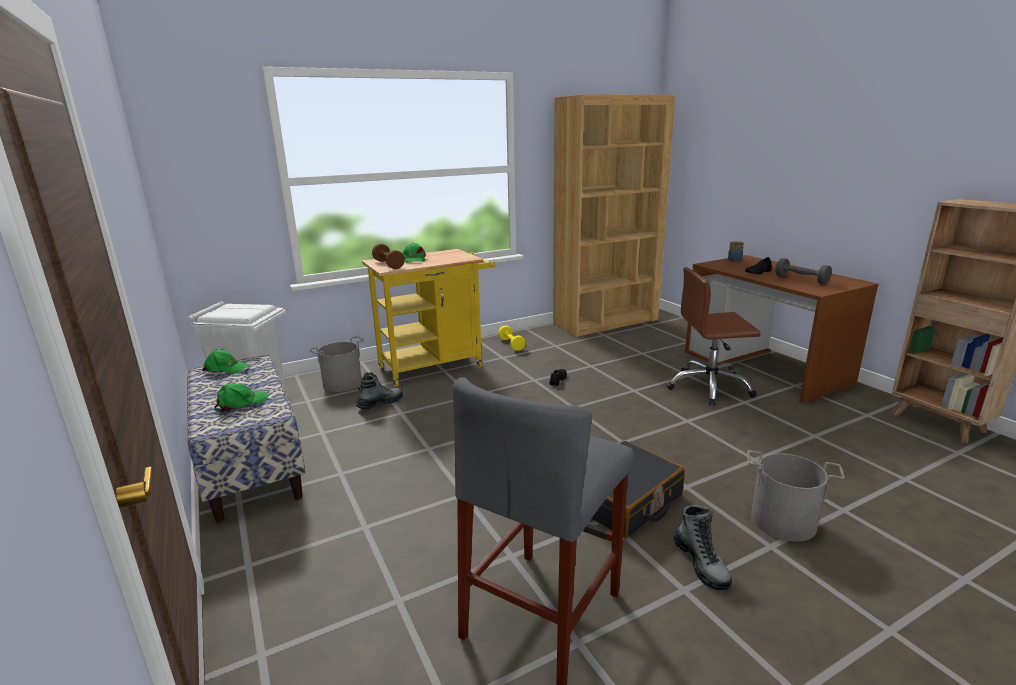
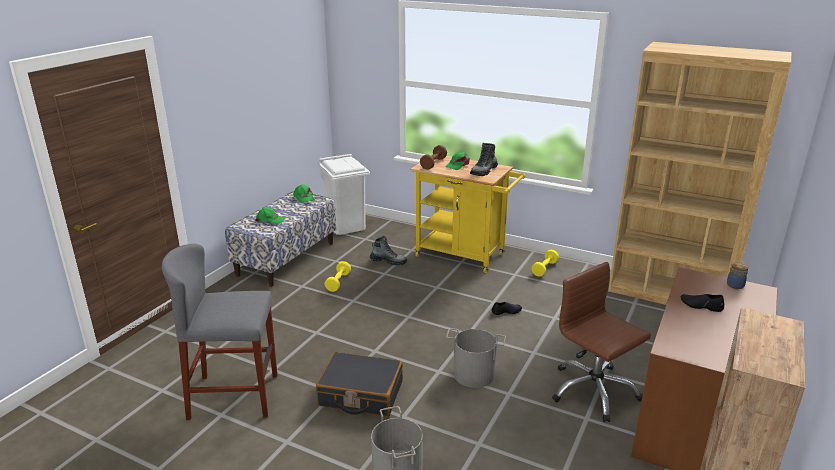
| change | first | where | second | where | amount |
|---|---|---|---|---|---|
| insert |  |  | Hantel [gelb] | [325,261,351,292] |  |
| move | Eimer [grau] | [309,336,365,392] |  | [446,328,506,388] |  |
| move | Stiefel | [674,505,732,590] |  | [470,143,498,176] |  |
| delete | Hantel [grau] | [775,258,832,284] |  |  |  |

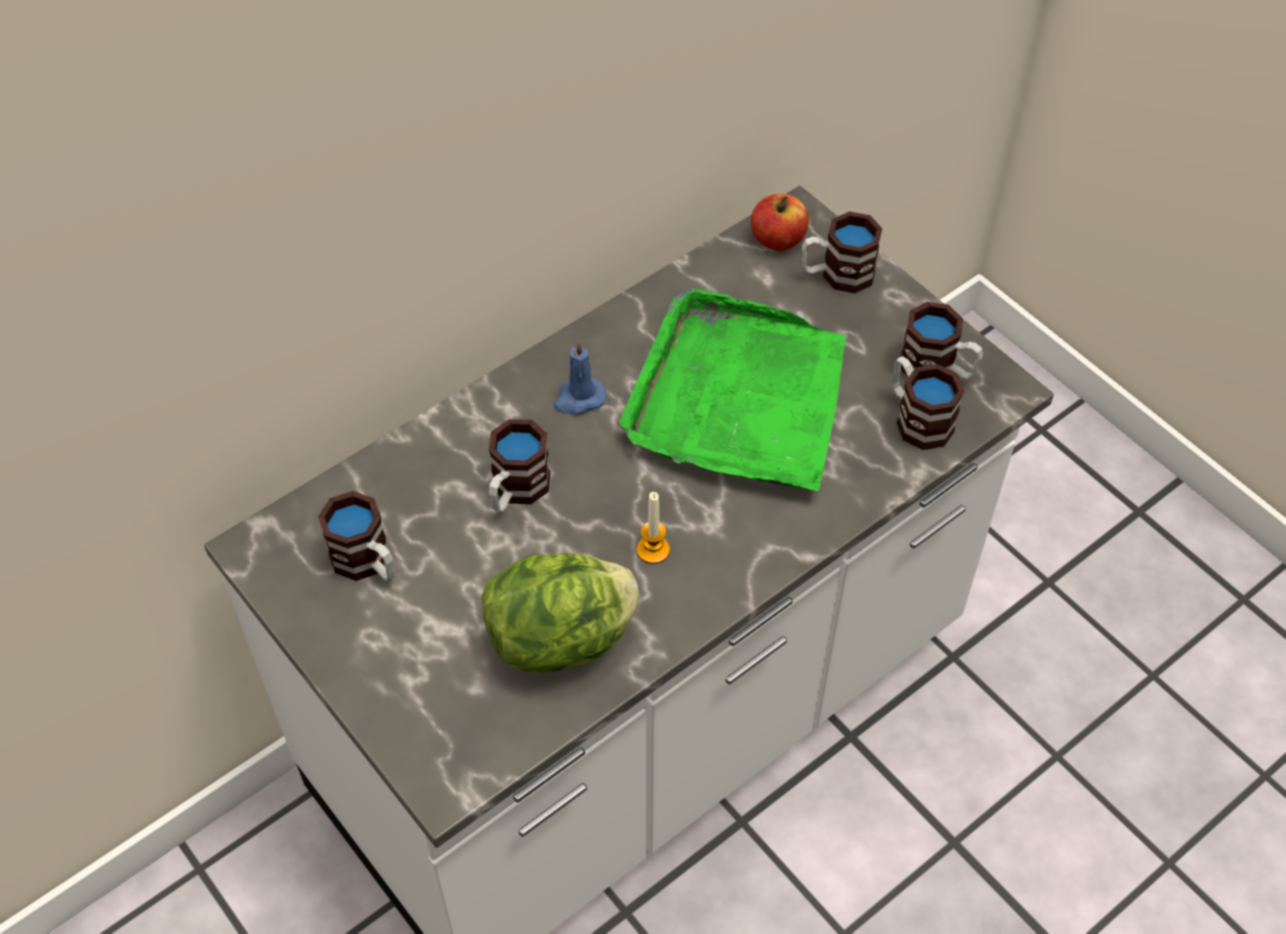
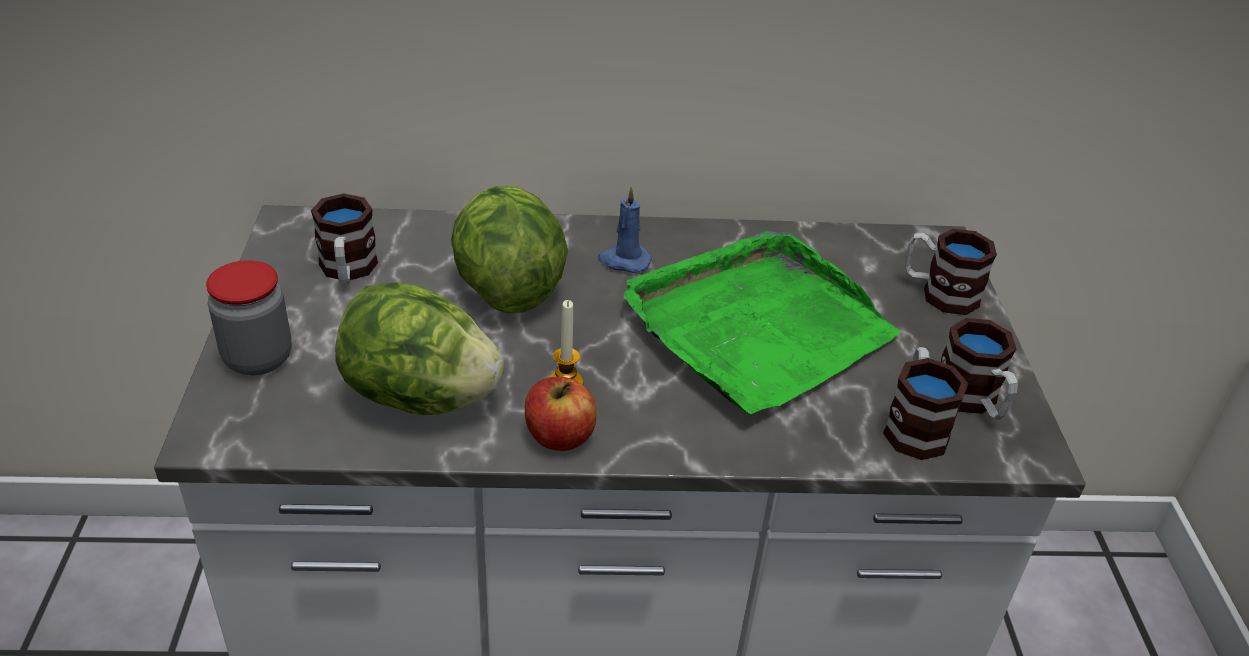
| change | first | where | second | where | amount |
|---|---|---|---|---|---|
| insert |  |  | Vorratsglas | [206,260,291,375] |  |
| replace | Henkelbecher | [489,419,550,513] | Salatkopf | [451,186,568,313] |  |
| move | Apfel | [751,194,809,251] |  | [525,376,597,451] |  |

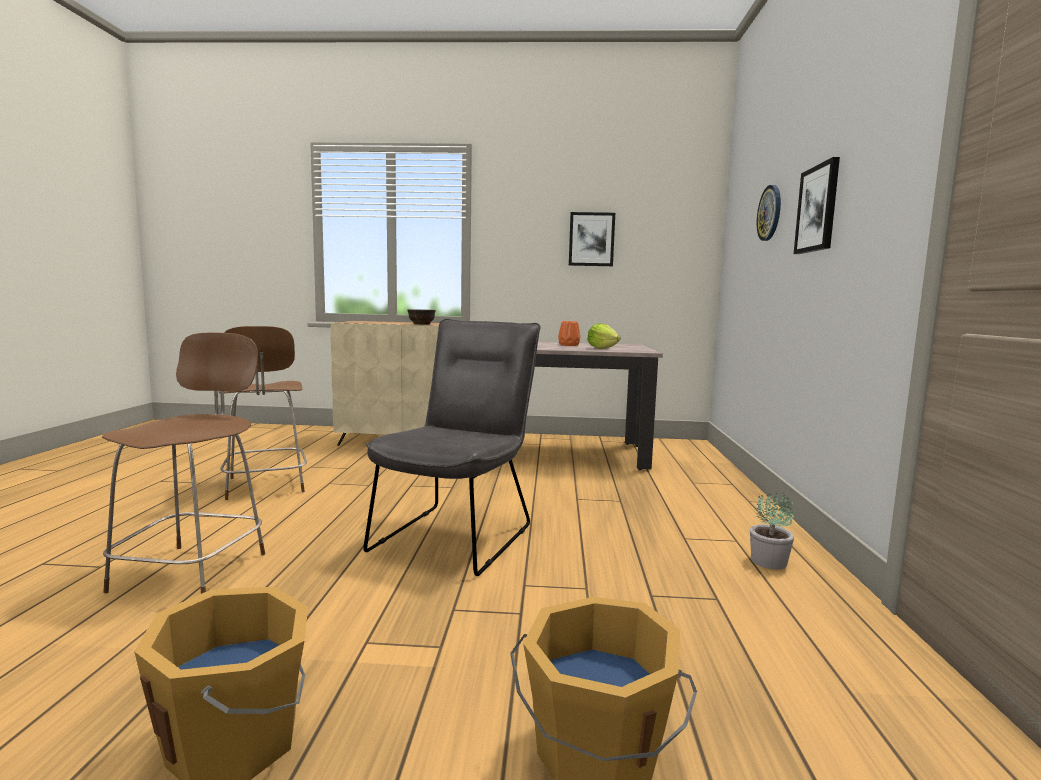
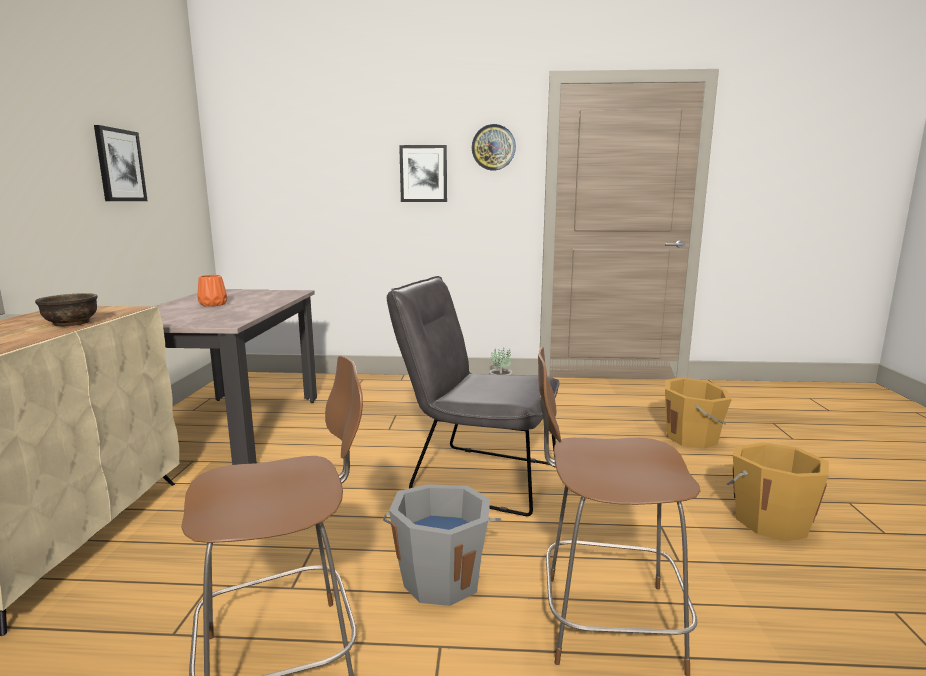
| change | first | where | second | where | amount |
|---|---|---|---|---|---|
| insert |  |  | Eimer [grau] | [383,484,502,606] |  |
| move | Wanduhr | [757,185,781,241] |  | [472,124,516,170] |  |
| delete | Salatkopf | [587,323,621,349] |  |  |  |

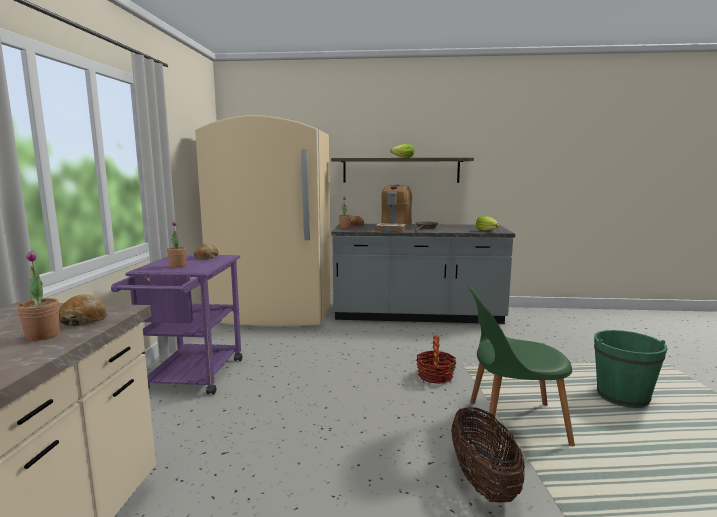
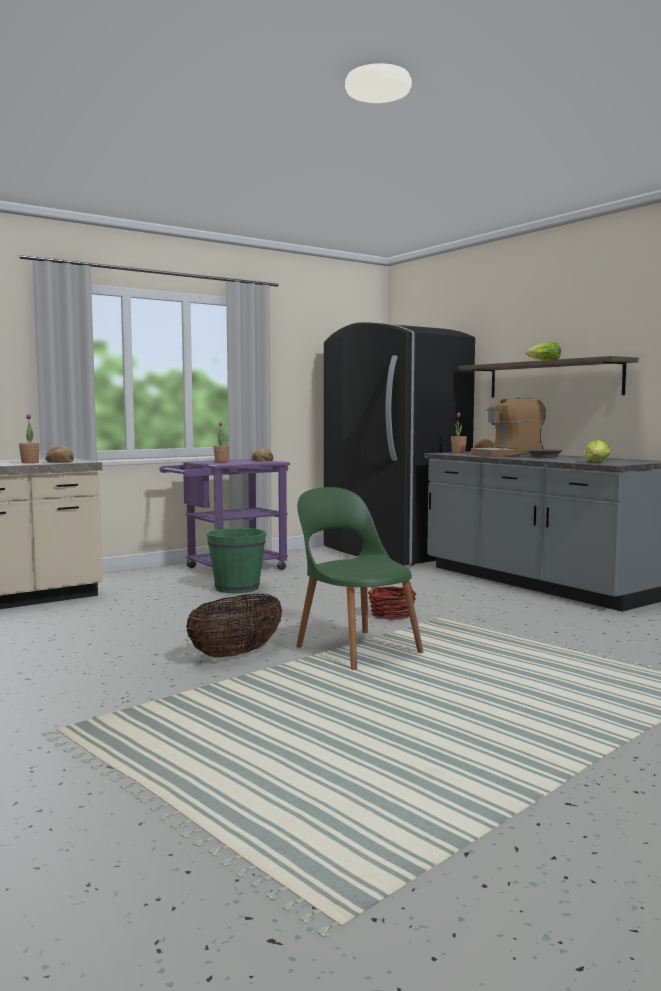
| change | first | where | second | where | amount |
|---|---|---|---|---|---|
| move | Eimer [grün] | [594,330,668,408] |  | [207,527,266,593] |  |
| recolor | Kühlschrank [beige] | [195,115,331,326] | Kühlschrank [schwarz] | [324,322,475,566] |  |

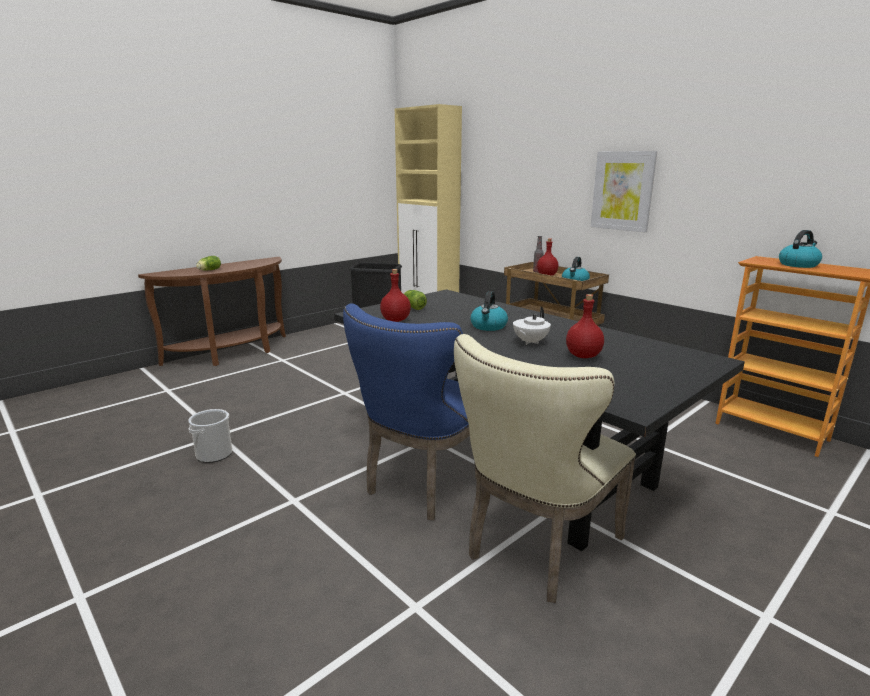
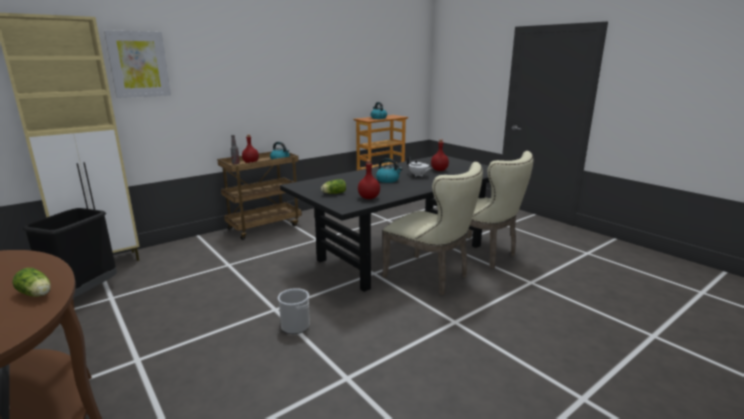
| change | first | where | second | where | amount |
|---|---|---|---|---|---|
| move | Bild | [591,151,657,232] |  | [104,30,171,98] |  |
| move | Eimer | [188,409,232,463] |  | [278,288,310,334] |  |
| recolor | Stuhl [blau] | [343,303,470,520] | Stuhl [beige] | [382,162,483,295] |  |

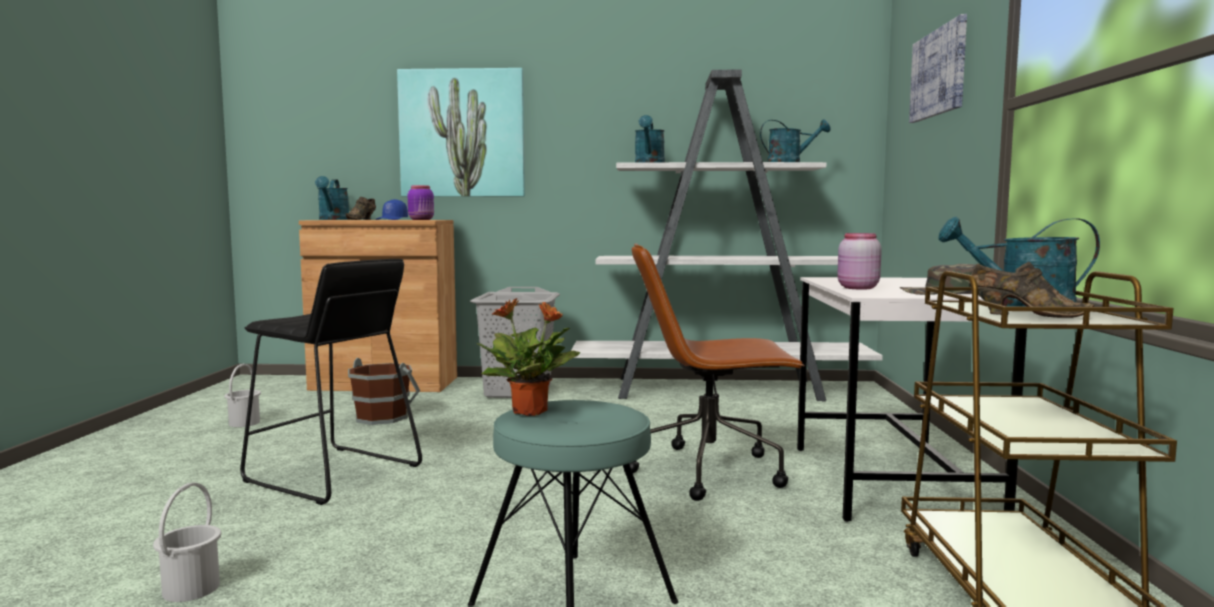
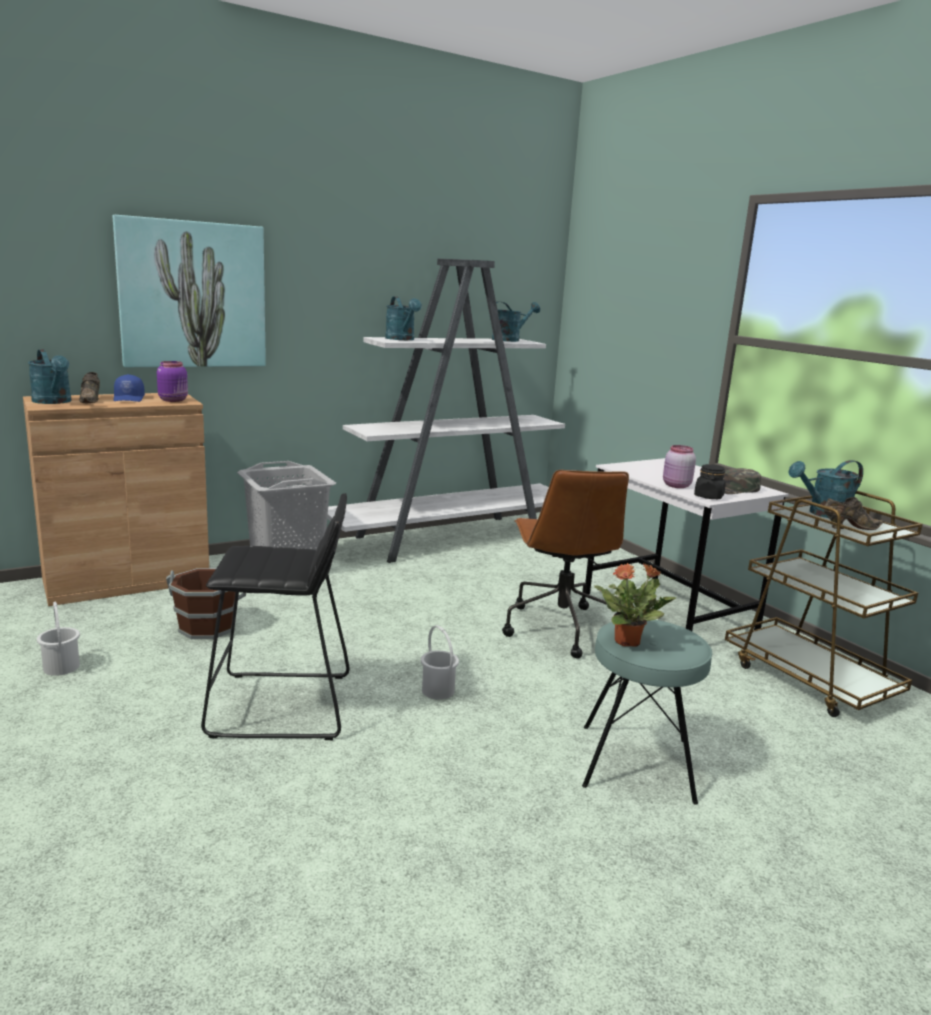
| change | first | where | second | where | amount |
|---|---|---|---|---|---|
| move | Eimer [weiß] | [153,482,221,602] |  | [421,625,459,700] |  |
| rotate | Bürostuhl [braun] | [629,243,805,501] |  | [502,470,629,659] | 60 degrees counterclockwise |
| insert |  |  | Vorratsglas [schwarz] | [694,464,726,499] |  |
| delete | Bild | [909,14,967,123] |  |  |  |

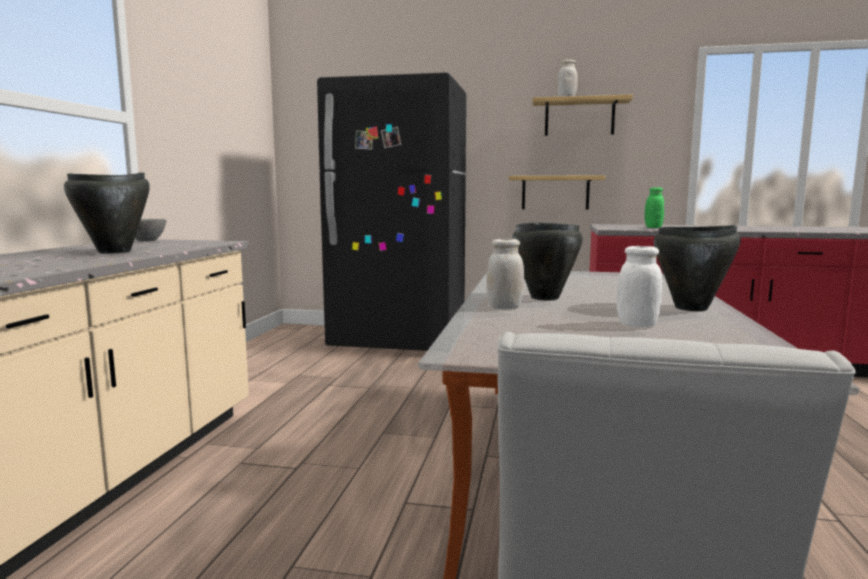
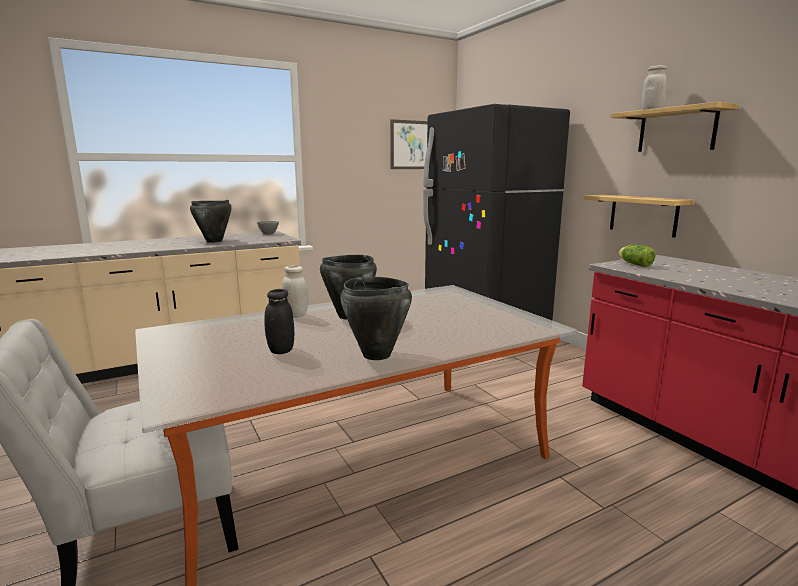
| change | first | where | second | where | amount |
|---|---|---|---|---|---|
| recolor | Vorratsglas [weiß] | [617,246,663,327] | Vorratsglas [schwarz] | [264,289,294,354] |  |
| insert |  |  | Bild | [390,119,428,169] |  |
| insert |  |  | Salatkopf | [619,245,656,267] |  |
| delete | Vorratsglas [grün] | [645,187,664,228] |  |  |  |

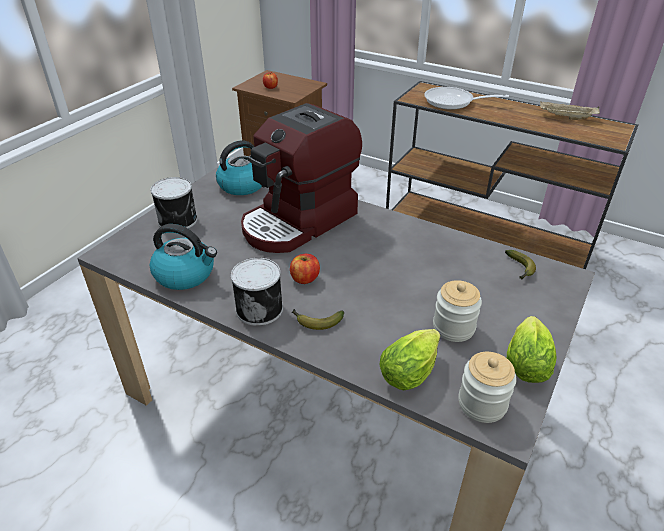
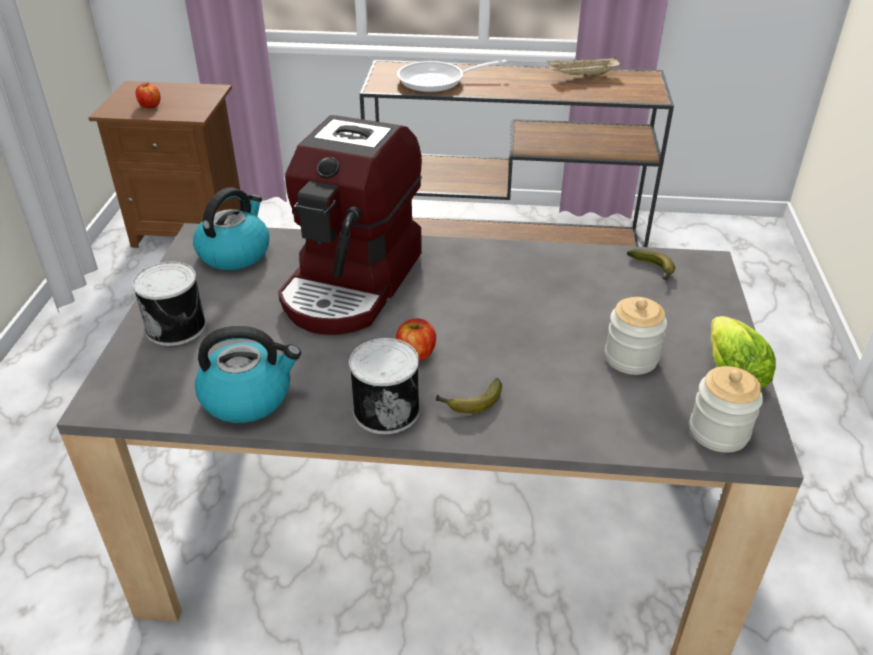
| change | first | where | second | where | amount |
|---|---|---|---|---|---|
| delete | Salatkopf | [379,329,440,390] |  |  |  |

